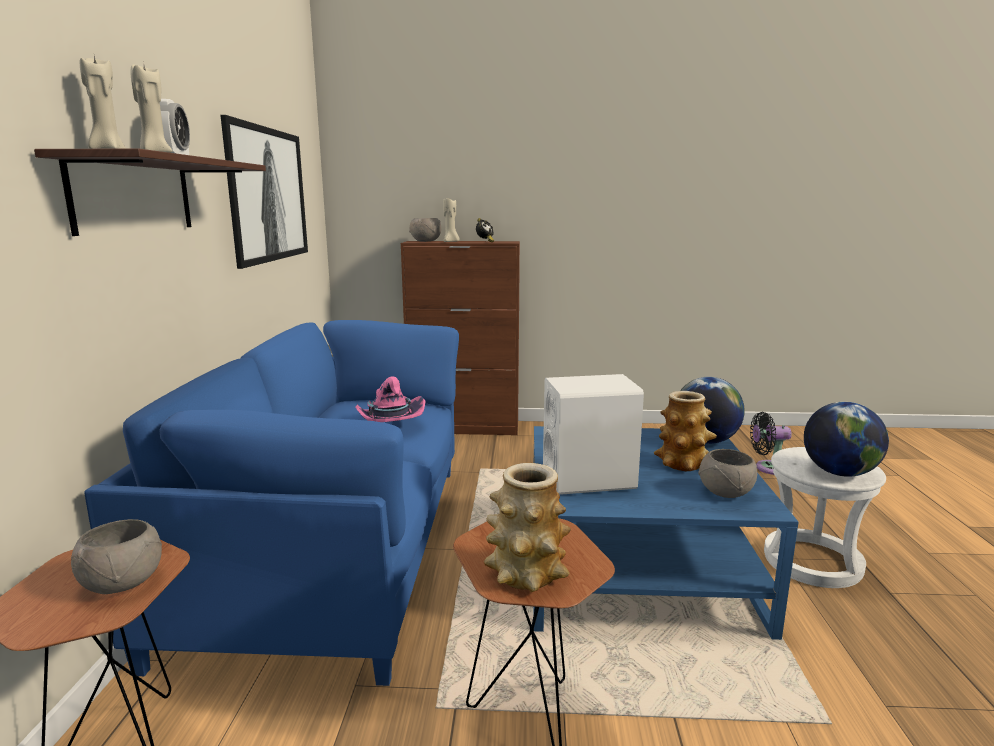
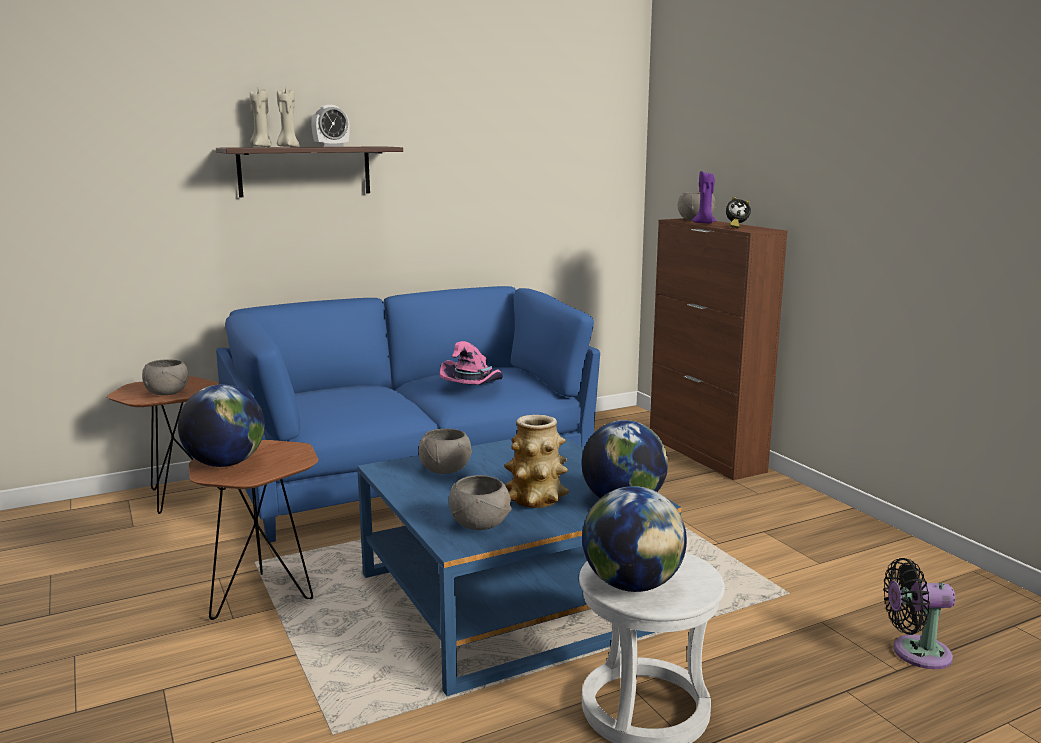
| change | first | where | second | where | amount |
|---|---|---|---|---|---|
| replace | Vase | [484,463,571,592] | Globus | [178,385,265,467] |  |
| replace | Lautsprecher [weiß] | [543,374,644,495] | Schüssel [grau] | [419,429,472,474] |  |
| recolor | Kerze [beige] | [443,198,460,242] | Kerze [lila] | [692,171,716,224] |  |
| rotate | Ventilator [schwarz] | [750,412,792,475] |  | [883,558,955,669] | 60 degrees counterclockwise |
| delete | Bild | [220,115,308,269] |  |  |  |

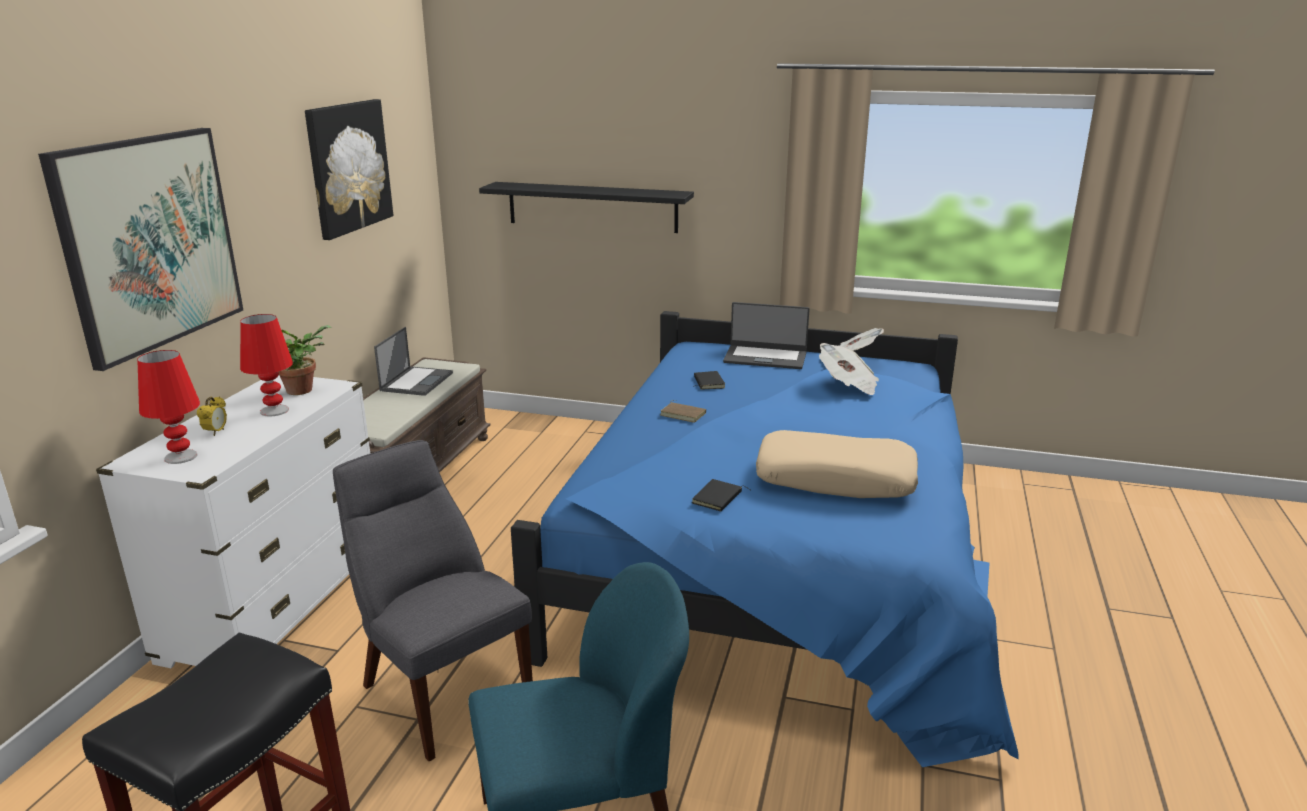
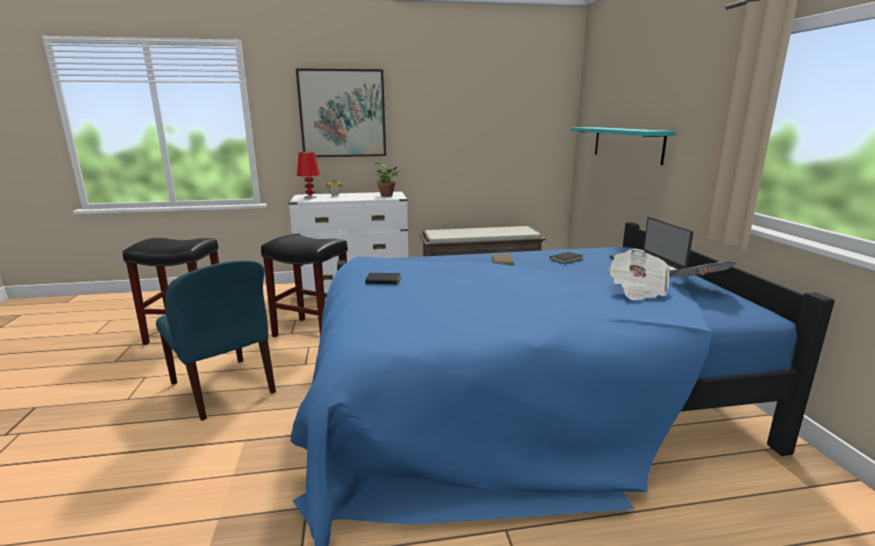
| change | first | where | second | where | amount |
|---|---|---|---|---|---|
| replace | Stuhl [grau] | [333,440,533,761] | Hocker [schwarz] | [261,234,348,337] |  |
| recolor | Wandregal [schwarz] | [479,182,694,233] | Wandregal [türkis] | [571,127,676,165] |  |
| delete | Tischlampe [rot] | [240,314,293,416] |  |  |  |
| delete | Bild | [305,99,393,240] |  |  |  |
| delete | Laptop | [374,327,453,396] |  |  |  |
| delete | Kissen [beige] | [756,430,918,498] |  |  |  |

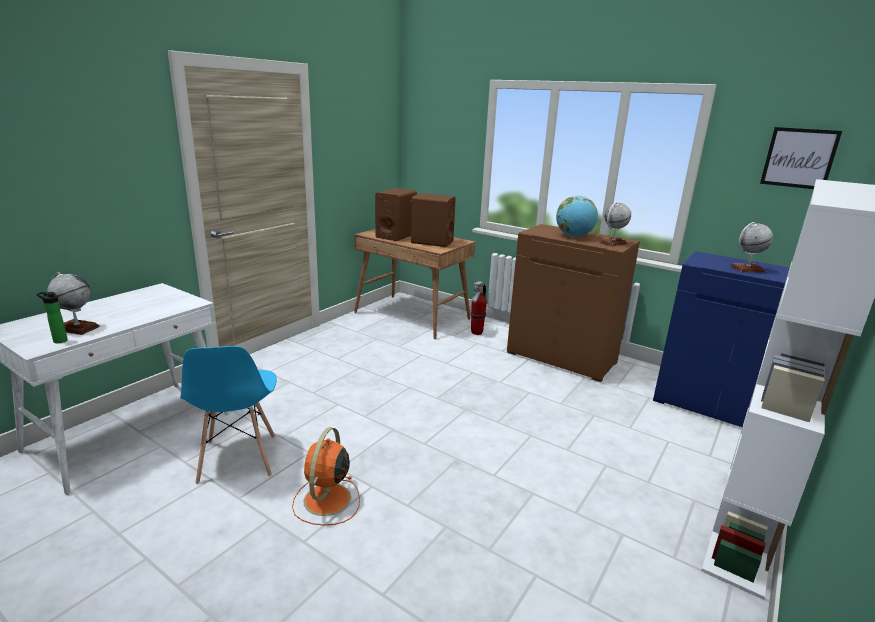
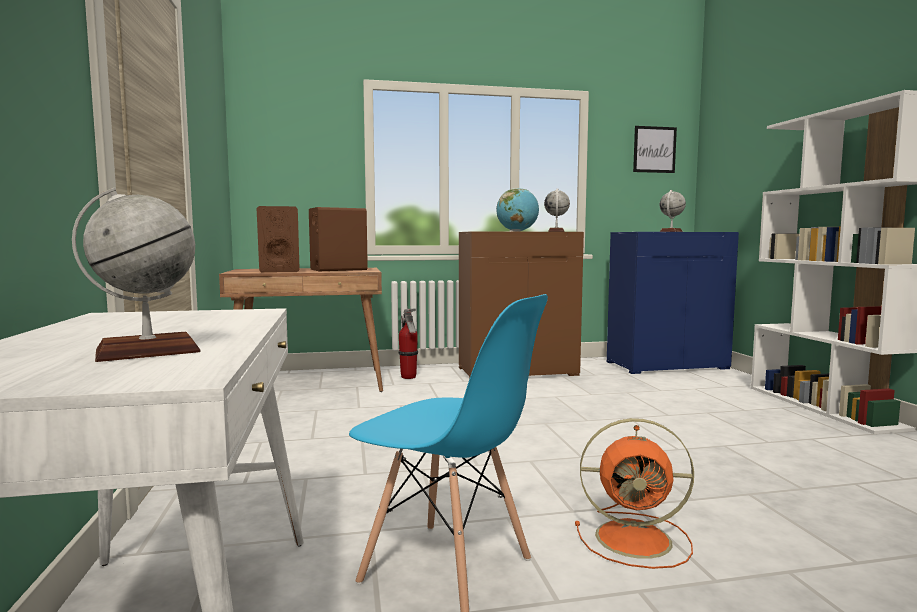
| change | first | where | second | where | amount |
|---|---|---|---|---|---|
| rotate | Ventilator [orange] | [292,427,360,525] |  | [575,418,694,569] | 45 degrees counterclockwise |
| delete | Flasche | [36,292,68,343] |  |  |  |

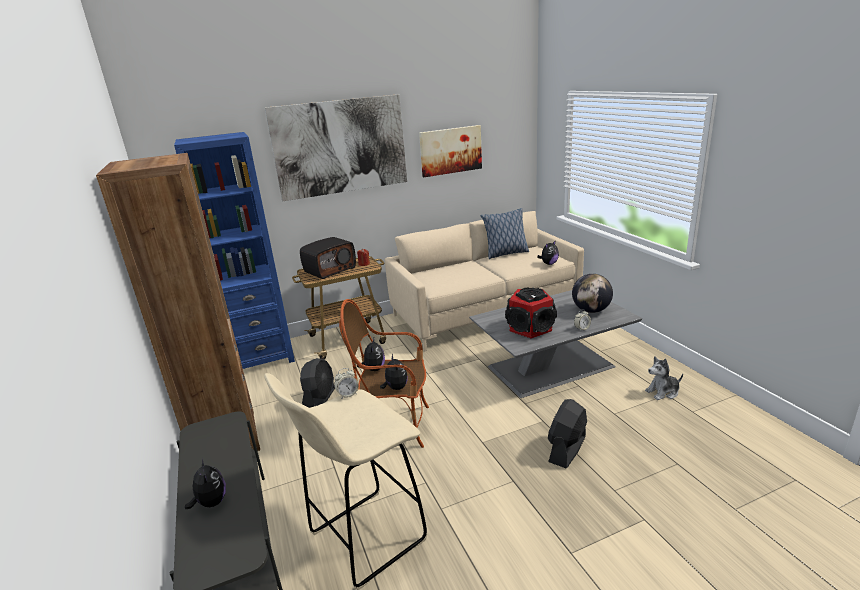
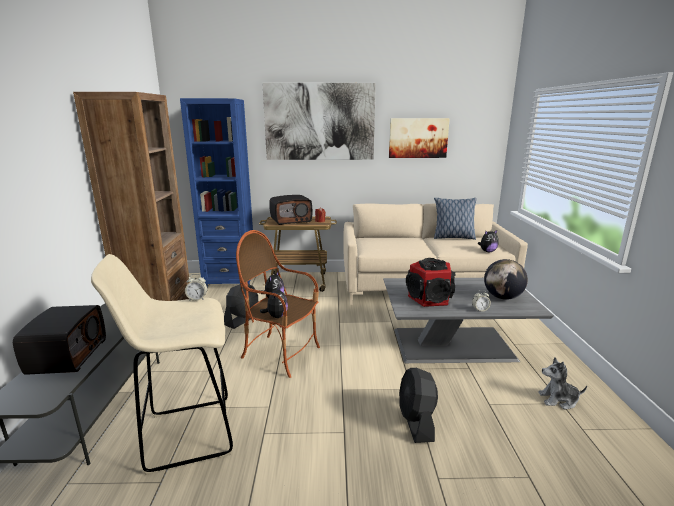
| change | first | where | second | where | amount |
|---|---|---|---|---|---|
| replace | Plüschtier | [185,458,226,509] | Radio | [13,305,106,375] |  |
| rotate | Ventilator [schwarz] | [548,399,587,469] |  | [399,368,438,443] | 60 degrees counterclockwise |

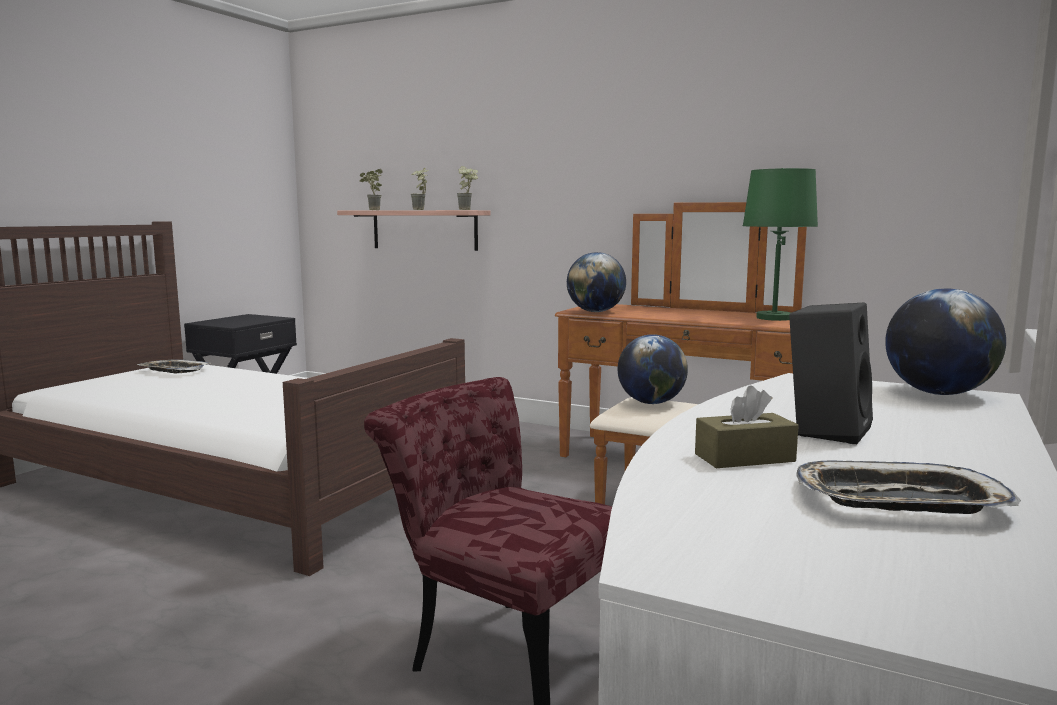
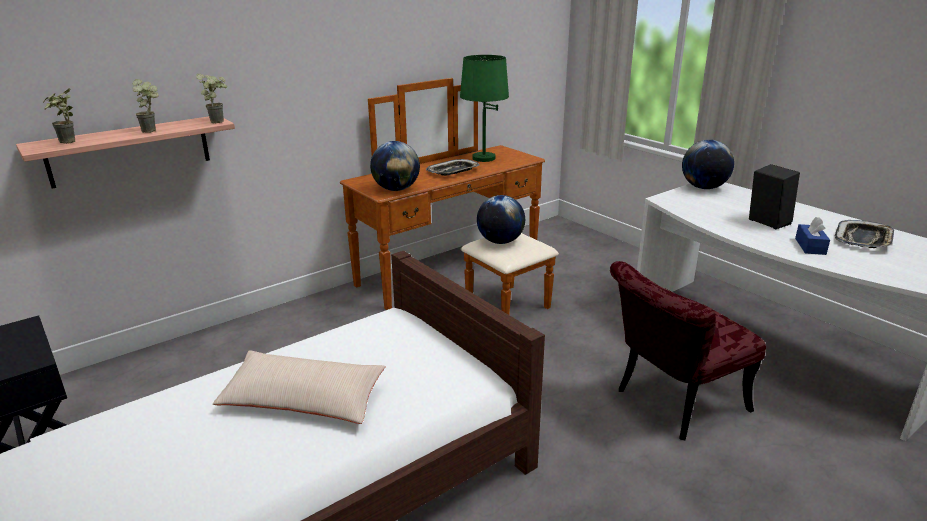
| change | first | where | second | where | amount |
|---|---|---|---|---|---|
| insert |  |  | Kissen [beige] | [213,351,386,424] |  |
| move | Tablett | [137,359,211,373] |  | [426,159,479,176] |  |
| recolor | Taschentuchbox [braun] | [695,385,799,468] | Taschentuchbox [blau] | [795,217,830,255] |  |

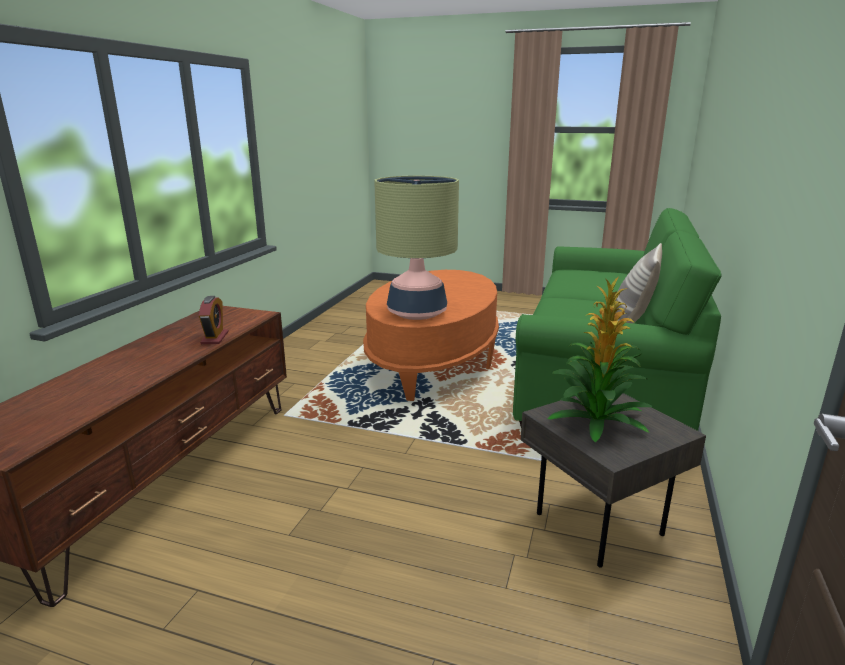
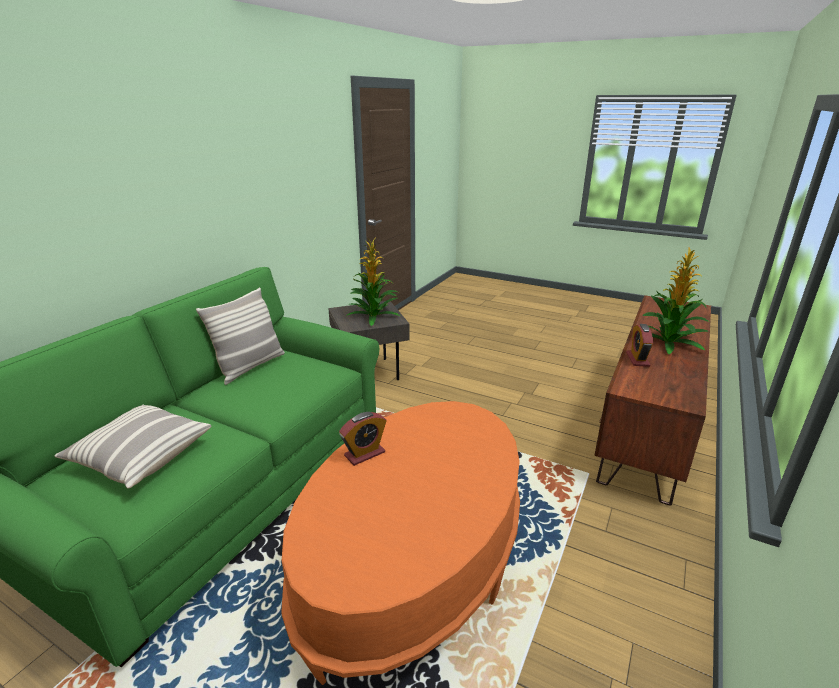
| change | first | where | second | where | amount |
|---|---|---|---|---|---|
| insert |  |  | Kissen | [55,404,211,489] |  |
| insert |  |  | Wecker | [339,412,386,466] |  |
| insert |  |  | Topfpflanze | [632,248,709,354] |  |
| delete | Tischlampe | [374,176,459,320] |  |  |  |

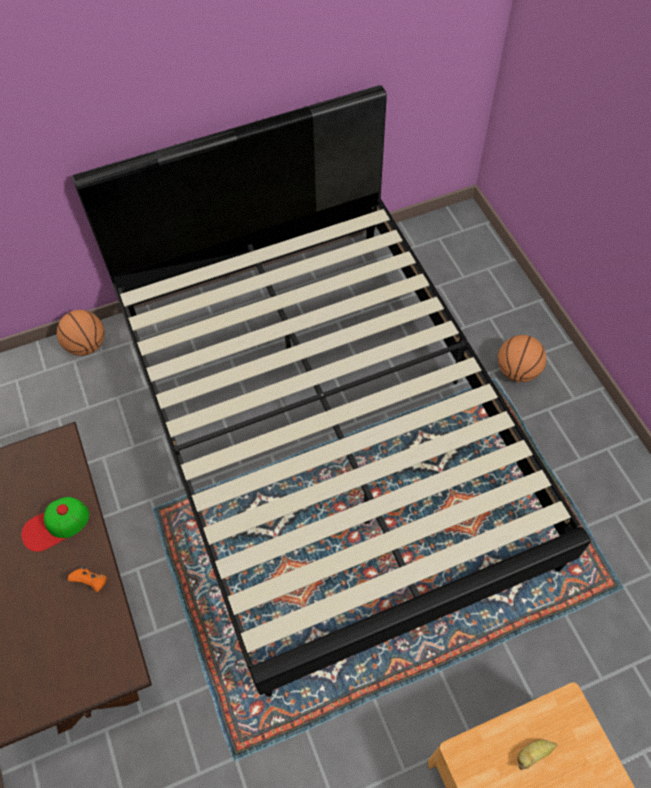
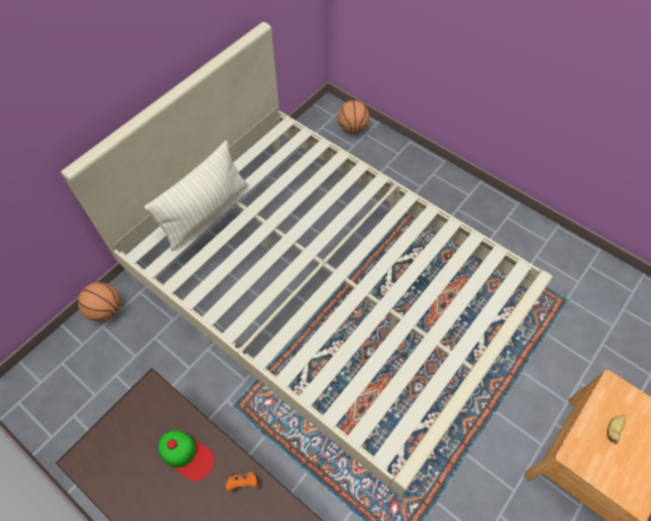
| change | first | where | second | where | amount |
|---|---|---|---|---|---|
| recolor | Bett [schwarz] | [72,85,591,697] | Bett [beige] | [61,22,552,496] |  |
| insert |  |  | Kissen [beige] | [144,140,248,251] |  |
| rotate | Kappe | [21,497,89,552] |  | [158,430,215,481] | 90 degrees counterclockwise |
| move | Basketball | [498,335,546,382] |  | [337,100,369,133] |  |

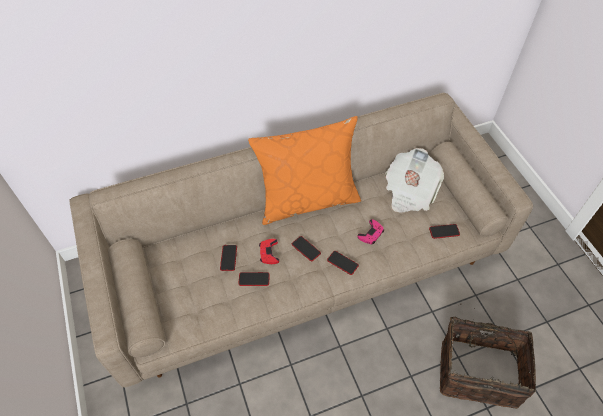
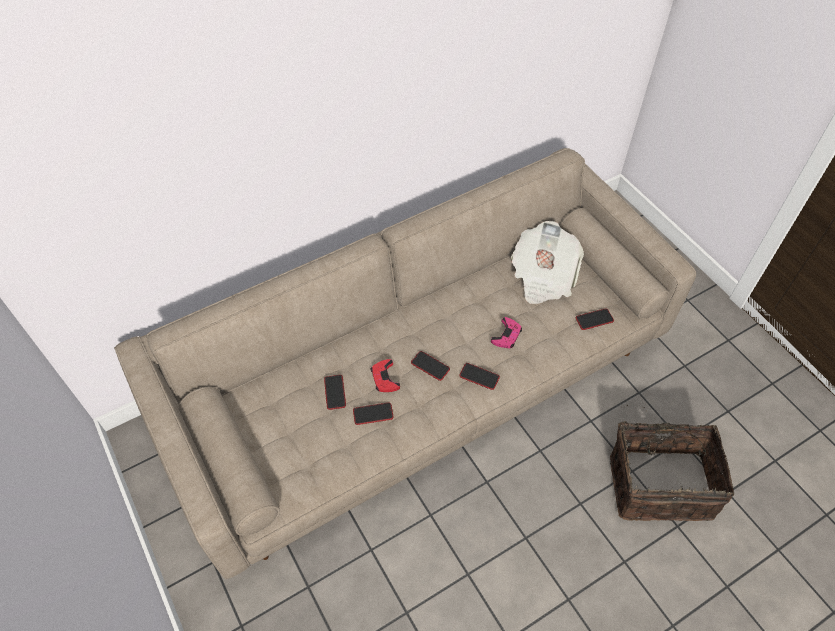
| change | first | where | second | where | amount |
|---|---|---|---|---|---|
| delete | Kissen [orange] | [248,116,361,225] |  |  |  |

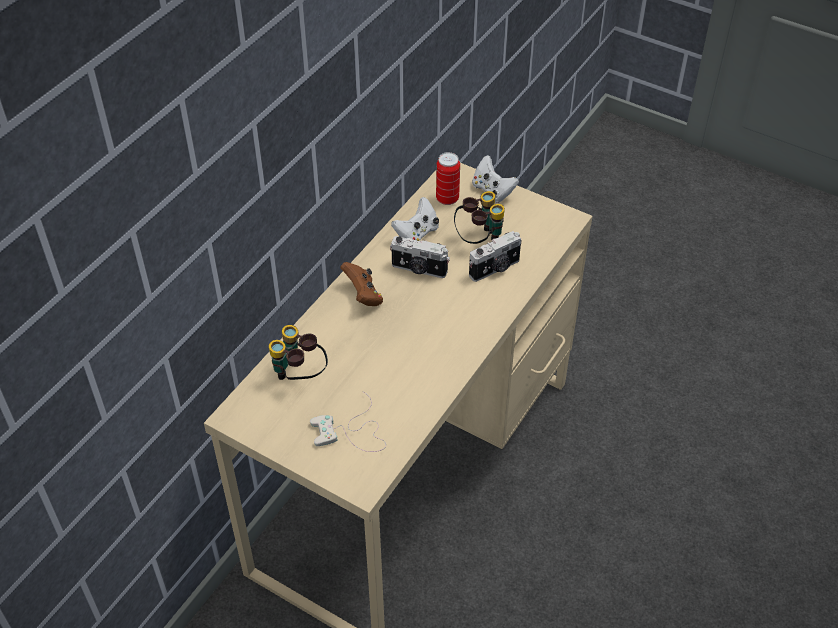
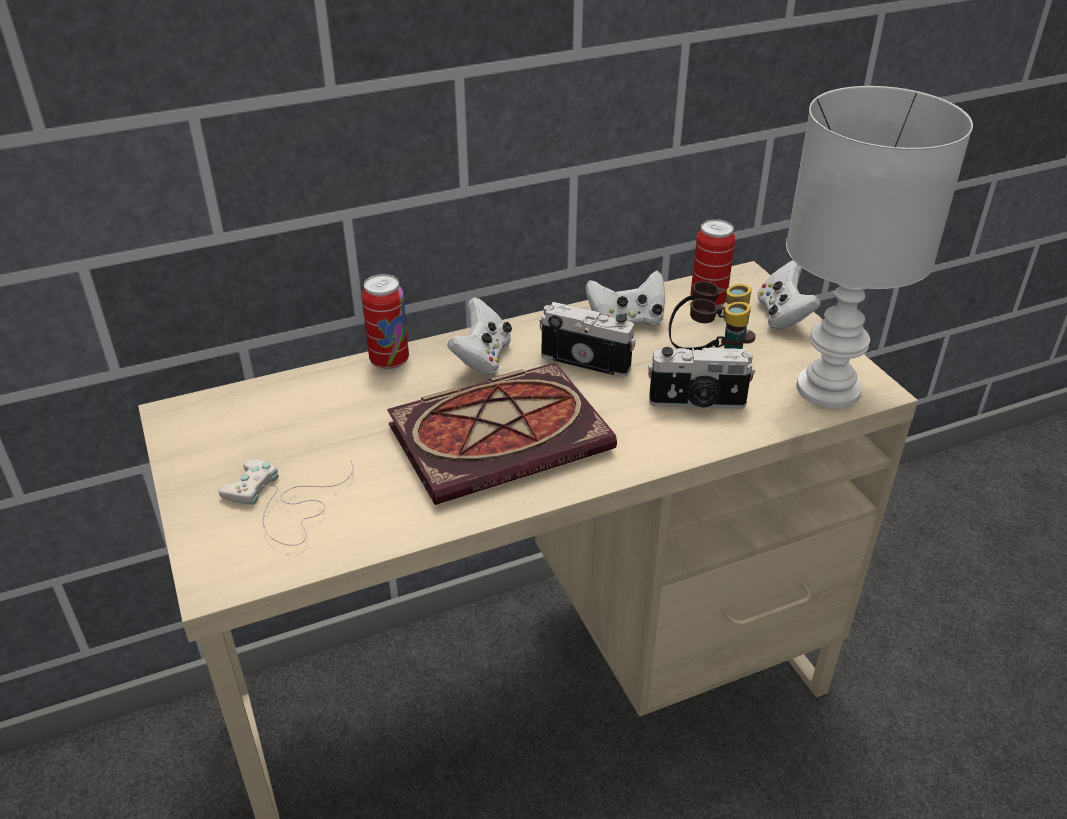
| change | first | where | second | where | amount |
|---|---|---|---|---|---|
| insert |  |  | Dose | [362,274,409,370] |  |
| insert |  |  | Buch | [387,362,617,505] |  |
| recolor | Gamepad [braun] | [340,262,383,306] | Gamepad [weiß] | [447,297,512,375] |  |
| rotate | Kamera | [390,236,450,278] |  | [539,302,636,377] | 150 degrees clockwise |
| insert |  |  | Tischlampe [weiß] | [786,86,973,409] |  |
| delete | Fernglas | [269,325,328,380] |  |  |  |

